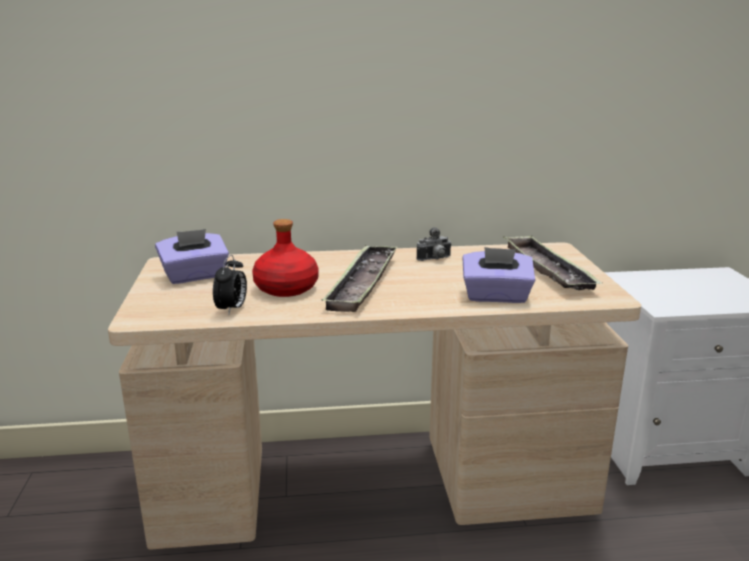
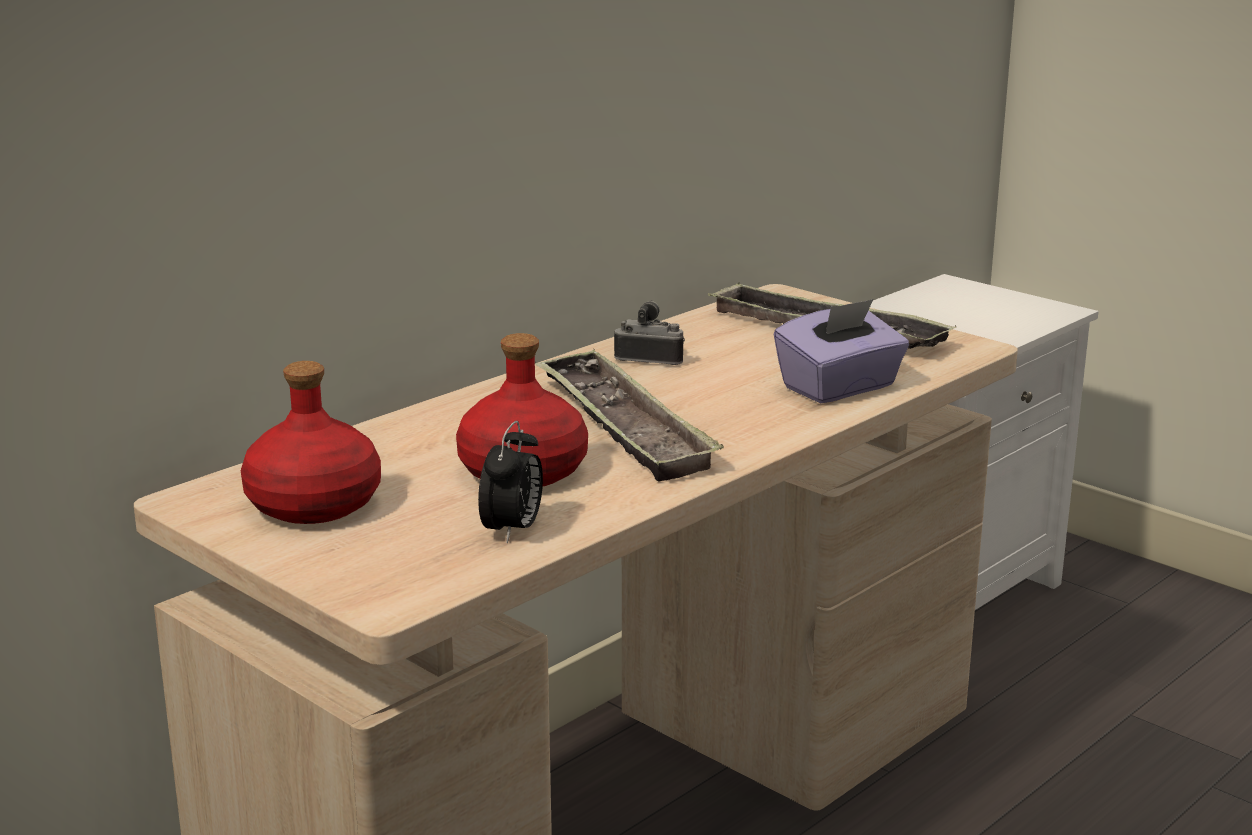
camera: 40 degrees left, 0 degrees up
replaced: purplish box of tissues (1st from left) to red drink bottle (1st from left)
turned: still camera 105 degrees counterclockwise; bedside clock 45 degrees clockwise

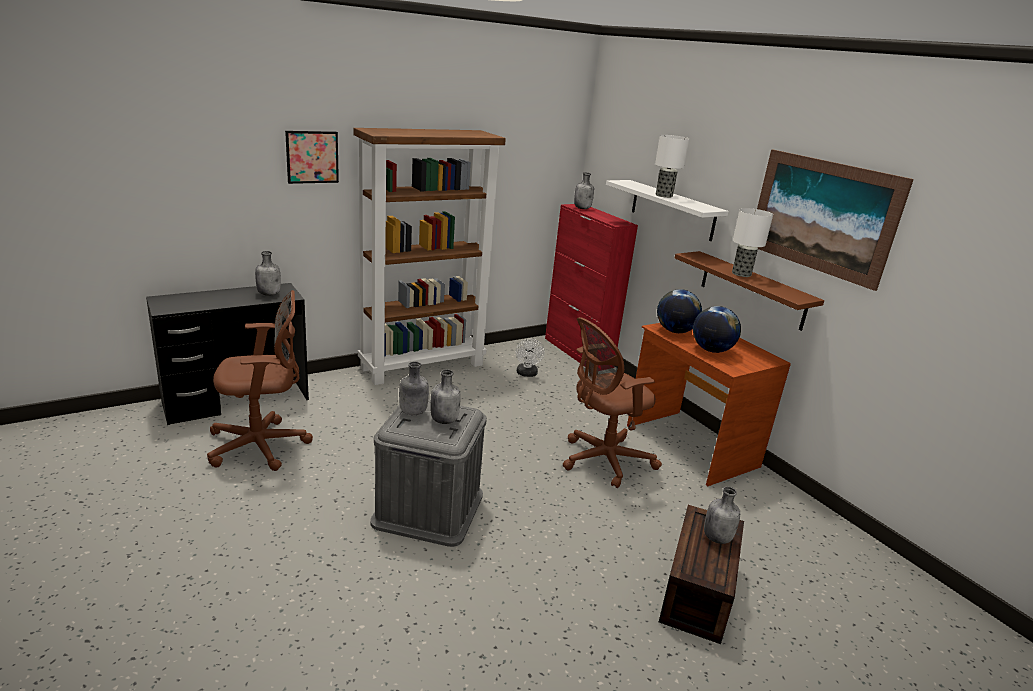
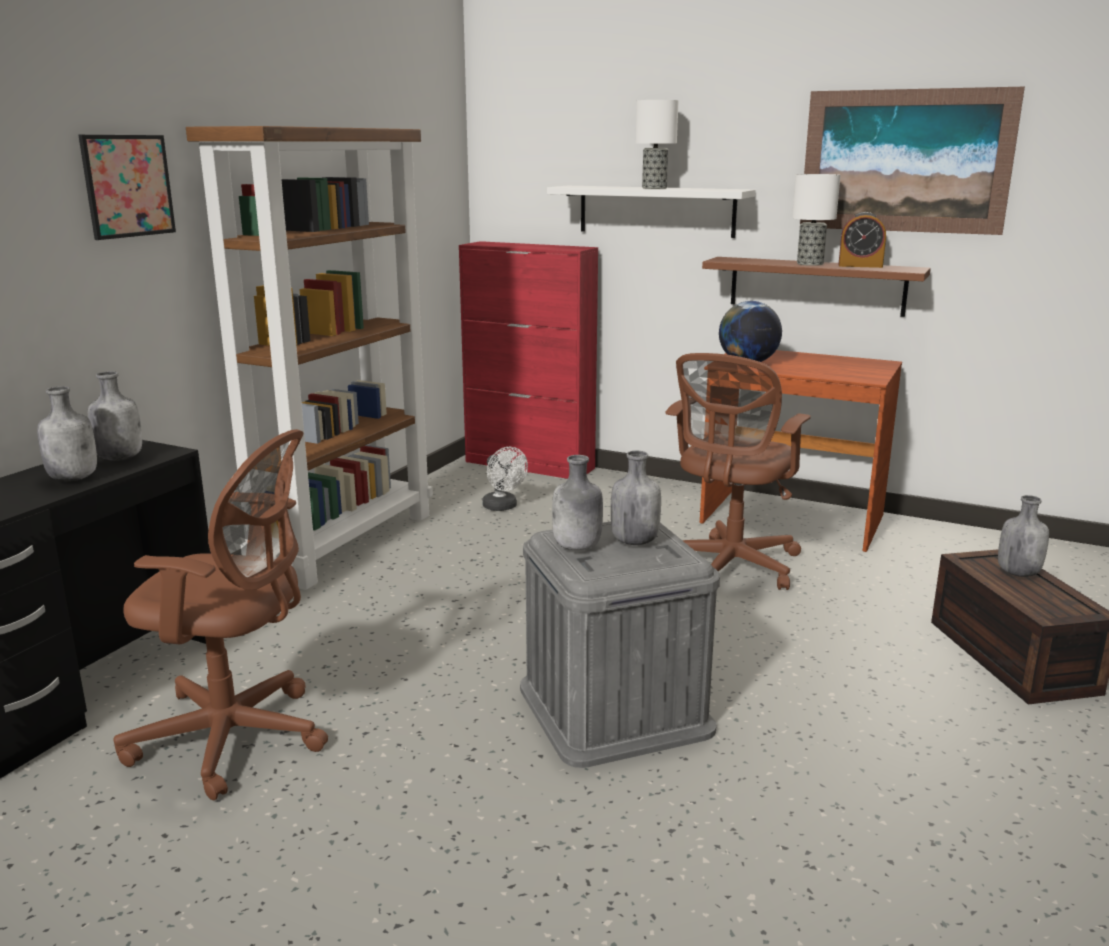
camera: 30 degrees left, 5 degrees down
removed: world globe (2nd from left)
added: bedside clock
moved: grey drink bottle (4th from left in the first image) to grey drink bottle (1st from left)
turned: brown computer chair (1st from left) 60 degrees clockwise

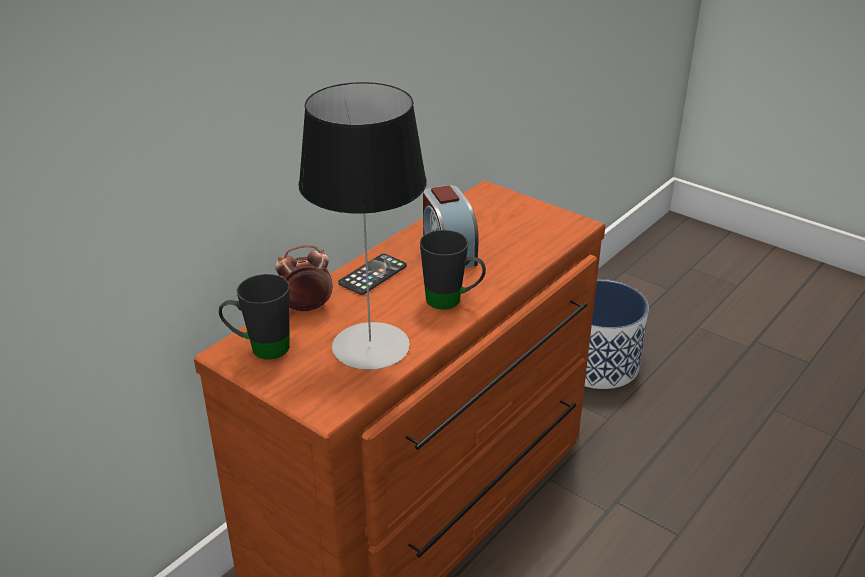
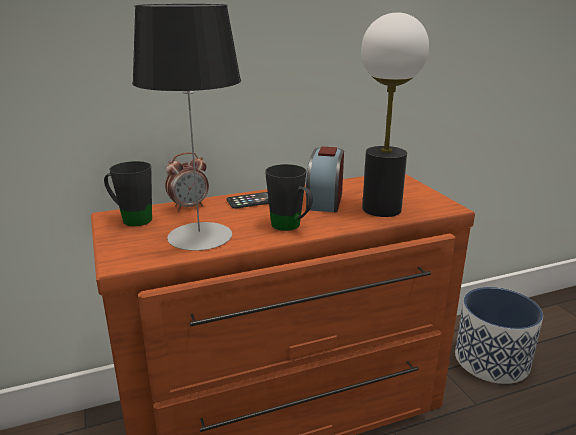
camera: 30 degrees right, 10 degrees down
added: table lamp (2nd from left)
turned: bedside clock (1st from left) 135 degrees clockwise

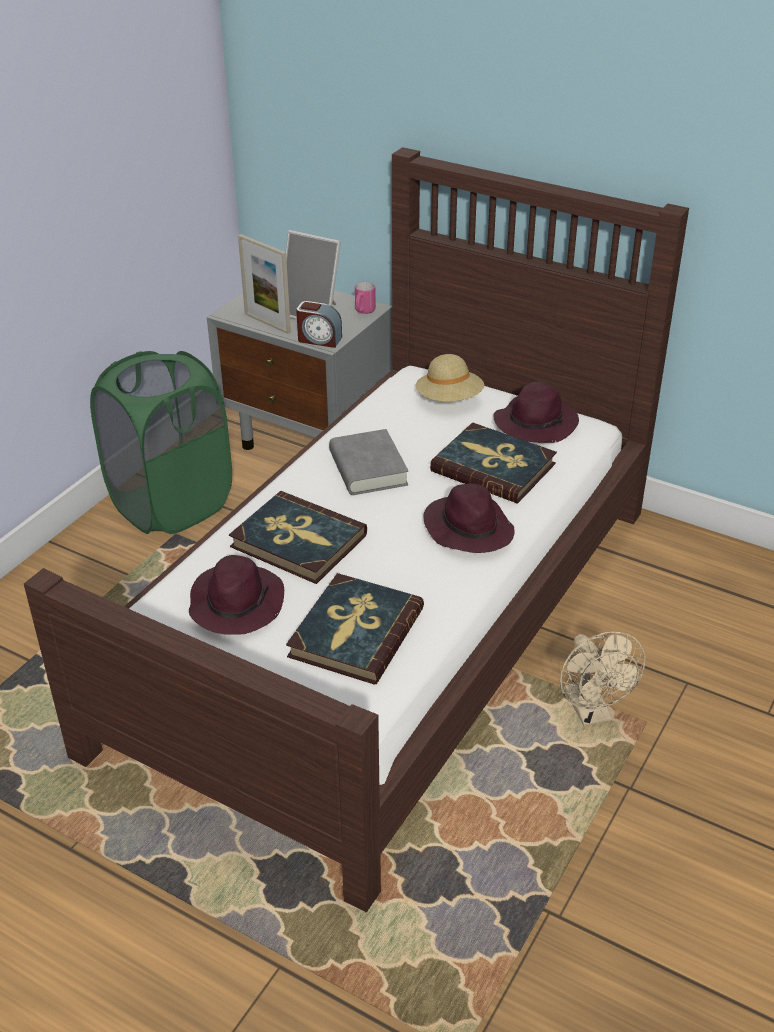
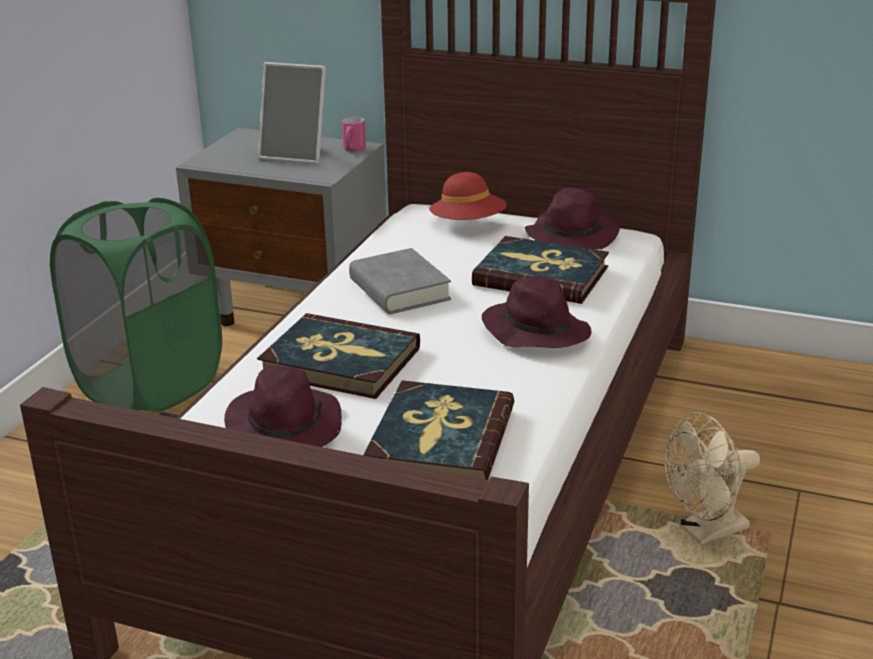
camera: 10 degrees left, 10 degrees down
removed: standing frame (1st from left); bedside clock
recoloured: beige wearable hat to red wearable hat
turned: beige cooling fan 90 degrees clockwise

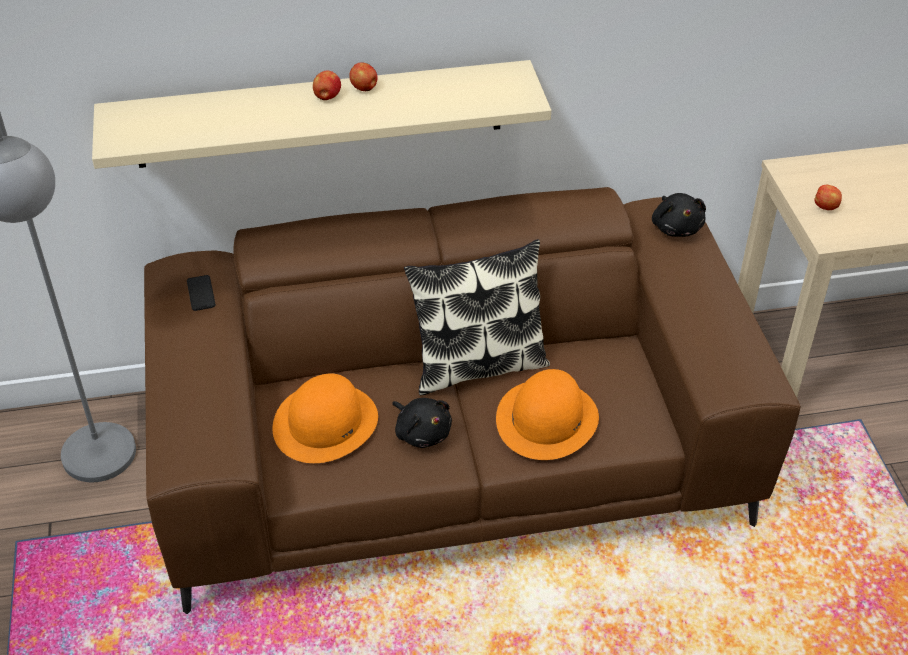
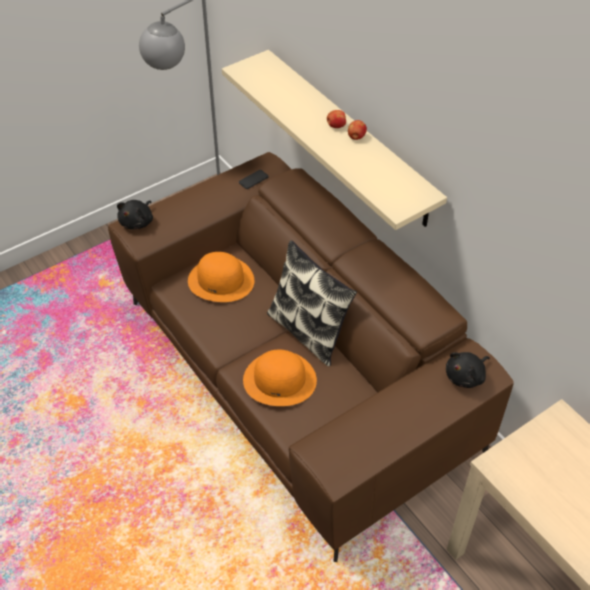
camera: 65 degrees right, 5 degrees up
removed: apple (3rd from left)
moved: black-coloured soft toy (1st from left)

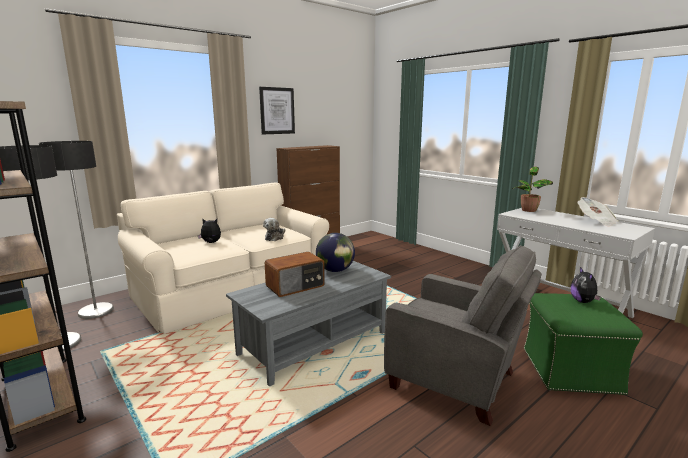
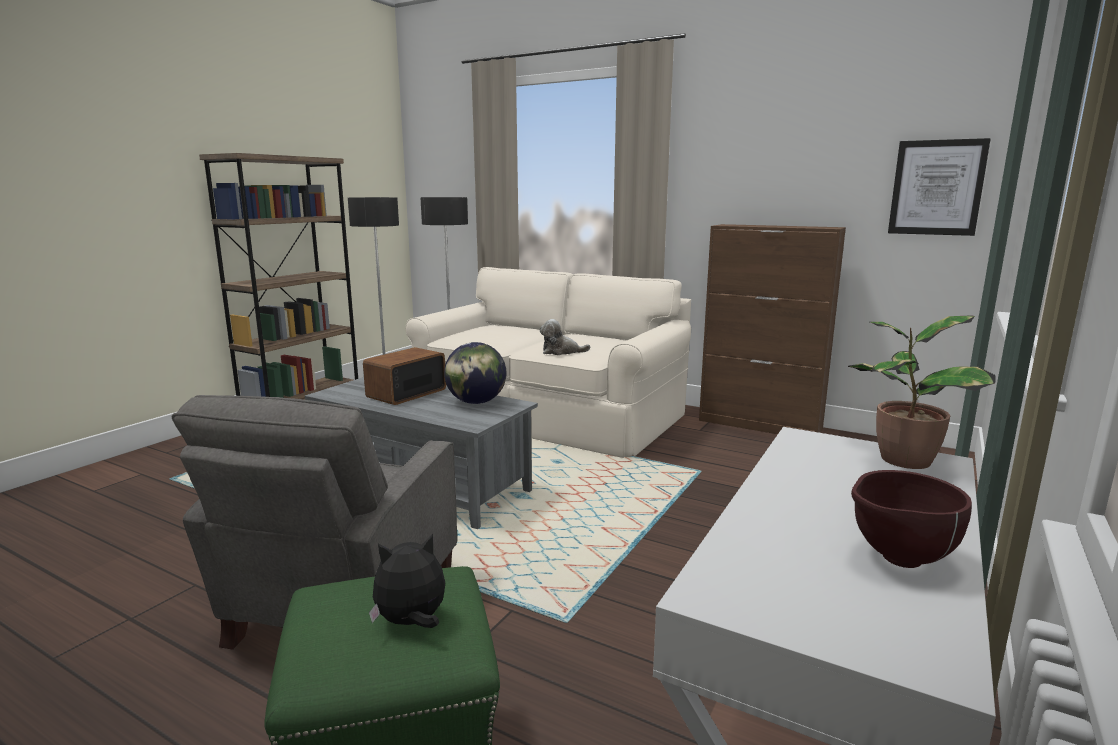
camera: 70 degrees right, 0 degrees up
removed: soft toy (1st from left)
moved: picture
replaced: printed paper to brown deep dish
turned: radio set 90 degrees clockwise

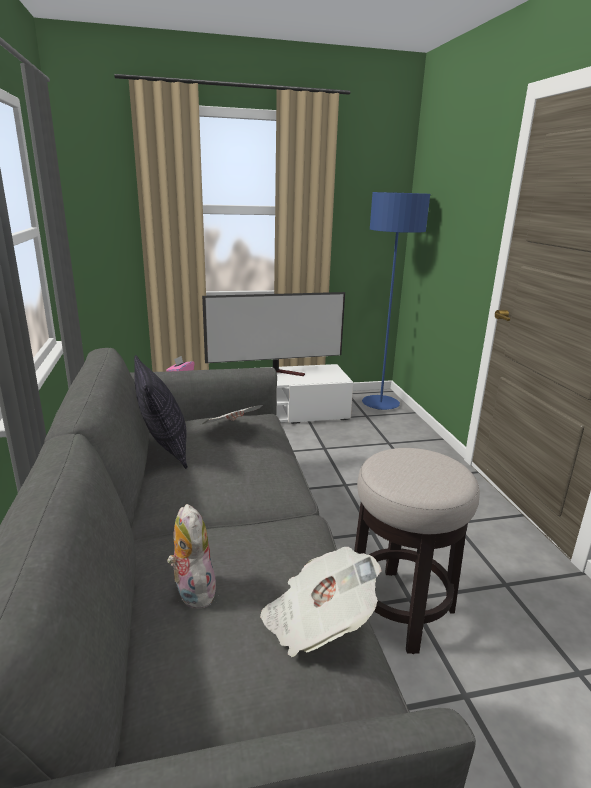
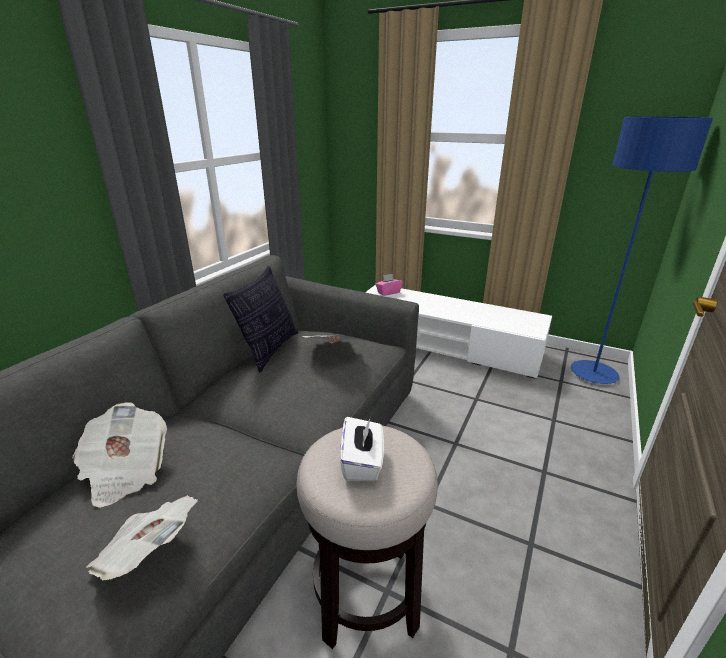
camera: 40 degrees right, 5 degrees up
removed: television
added: white box of tissues
replaced: soft toy to printed paper (1st from left)

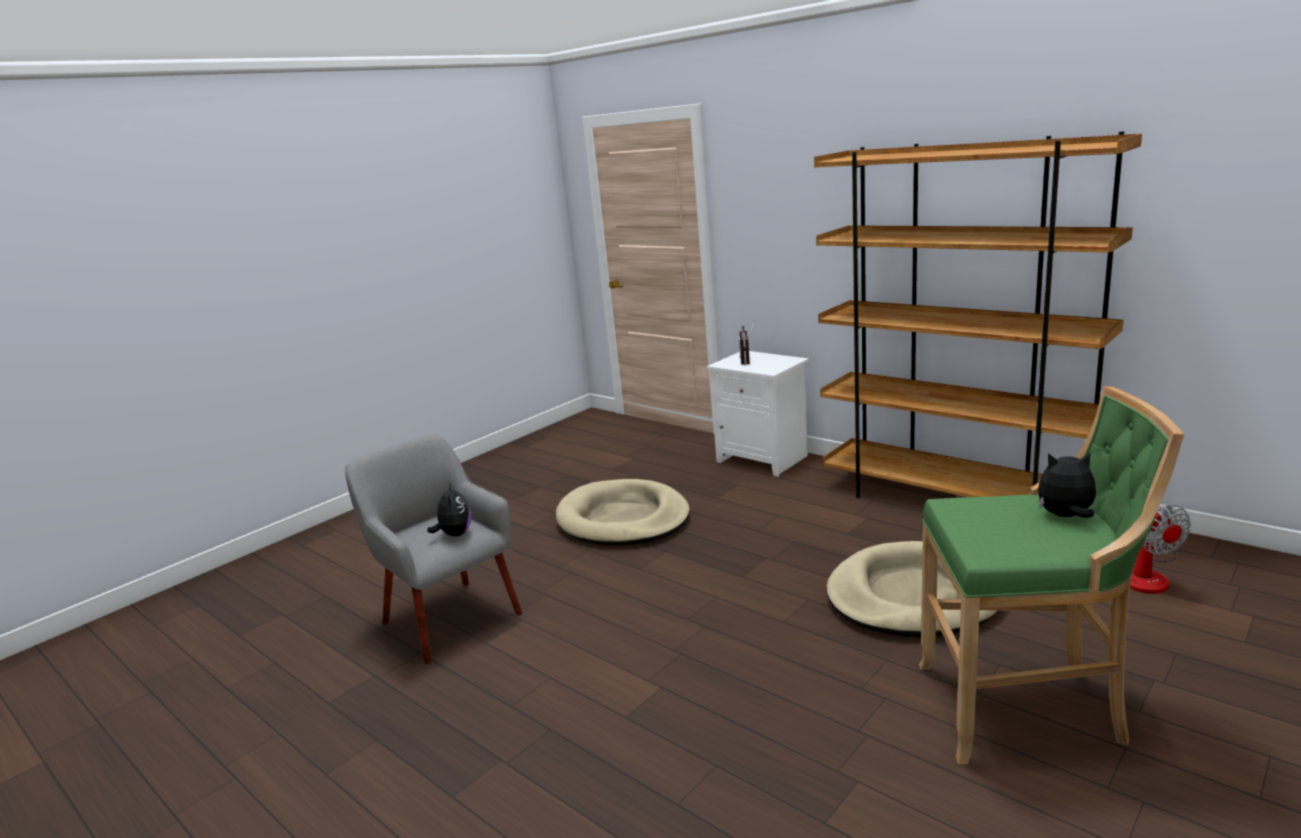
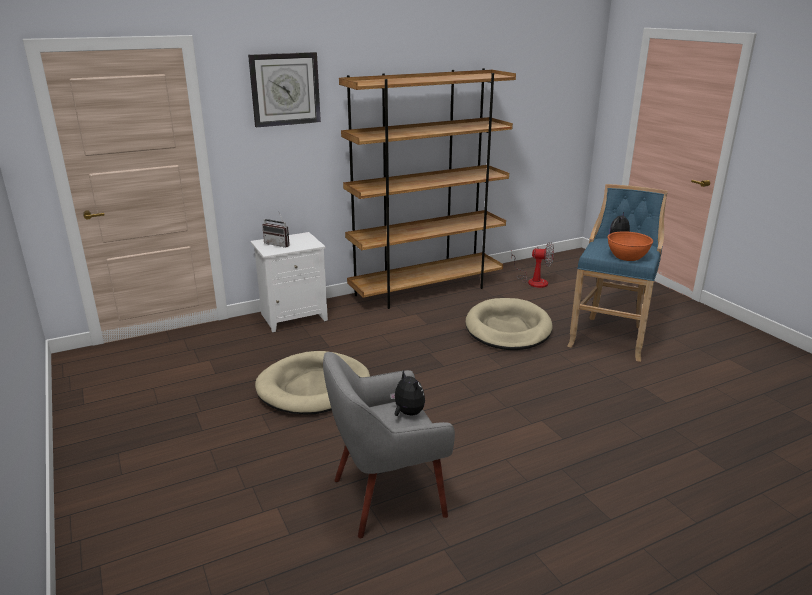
camera: 70 degrees left, 5 degrees up
added: hanging clock; orange-coloured deep dish
recoloured: greenish stool seat to blue stool seat
turned: soft toy (1st from left) 45 degrees clockwise

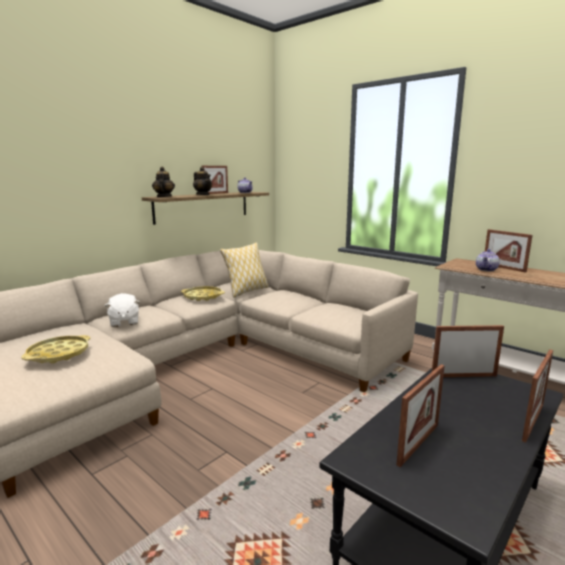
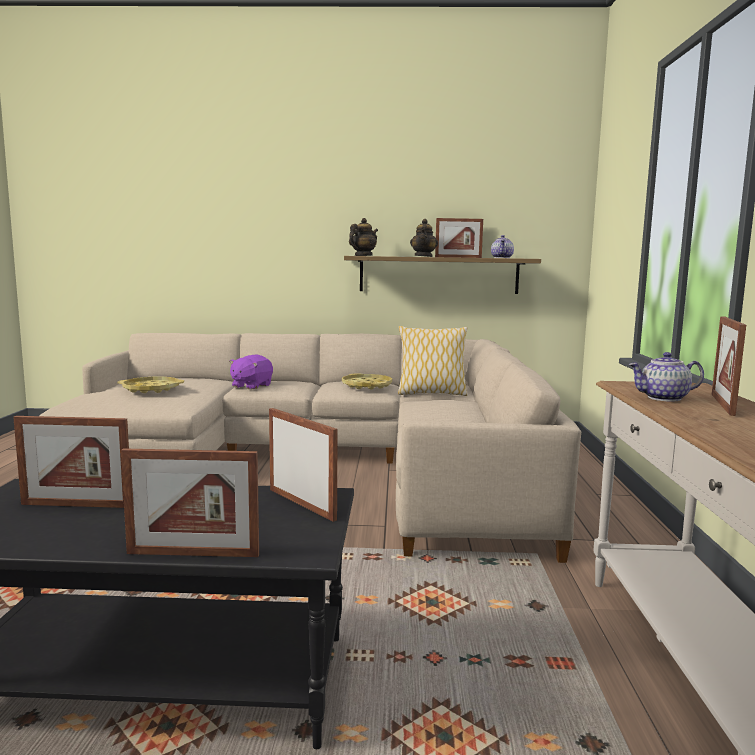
camera: 50 degrees right, 5 degrees down
recoloured: white soft toy to purplish soft toy

